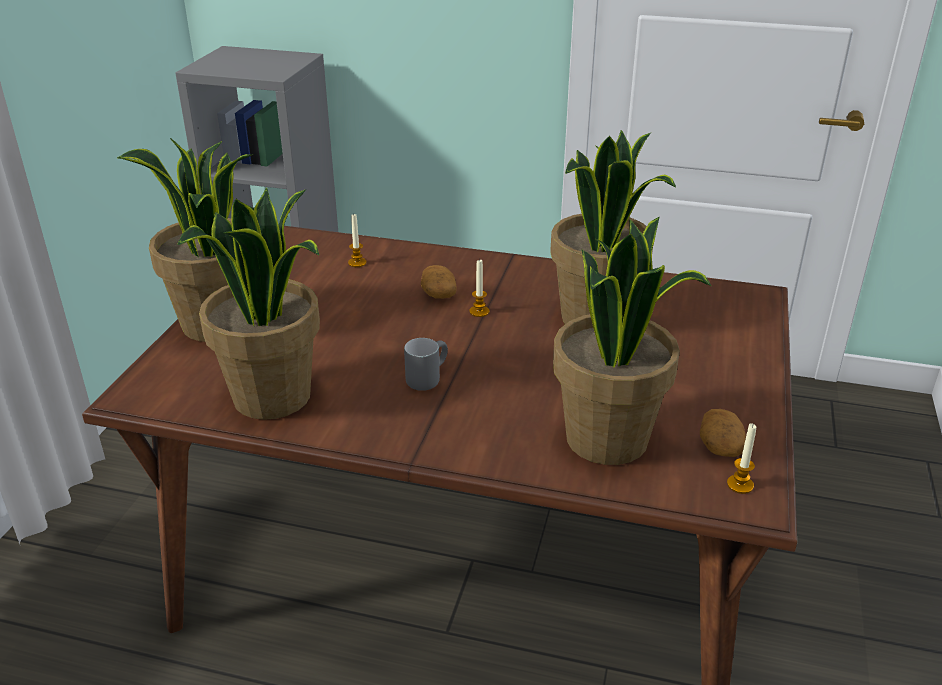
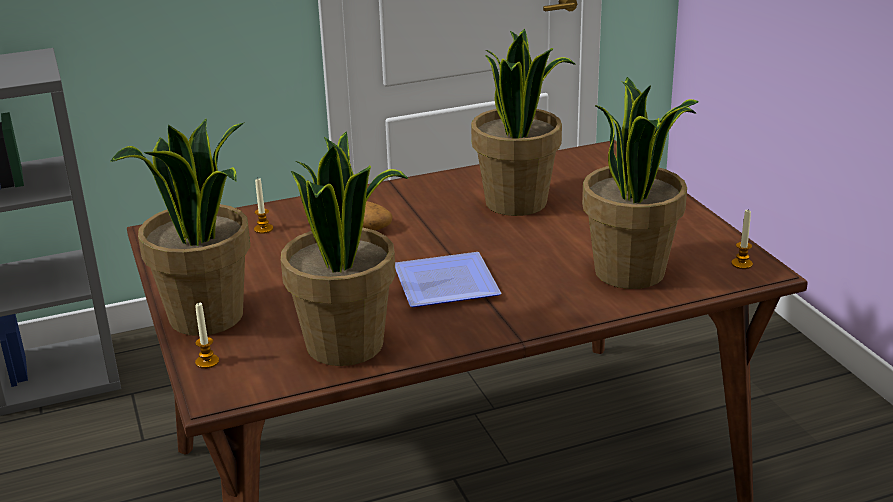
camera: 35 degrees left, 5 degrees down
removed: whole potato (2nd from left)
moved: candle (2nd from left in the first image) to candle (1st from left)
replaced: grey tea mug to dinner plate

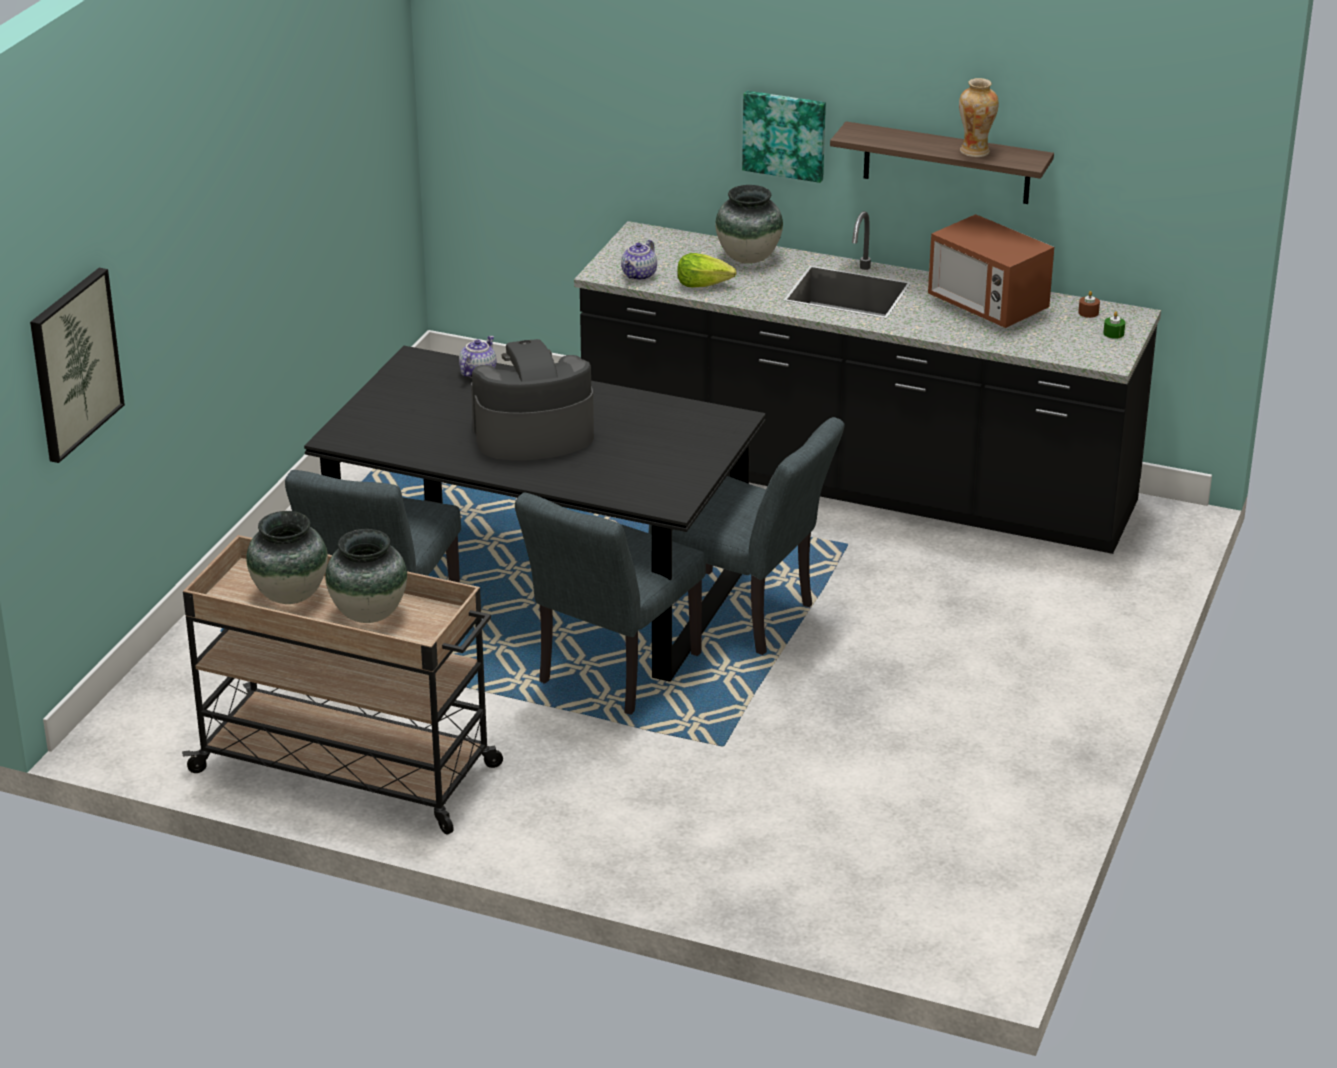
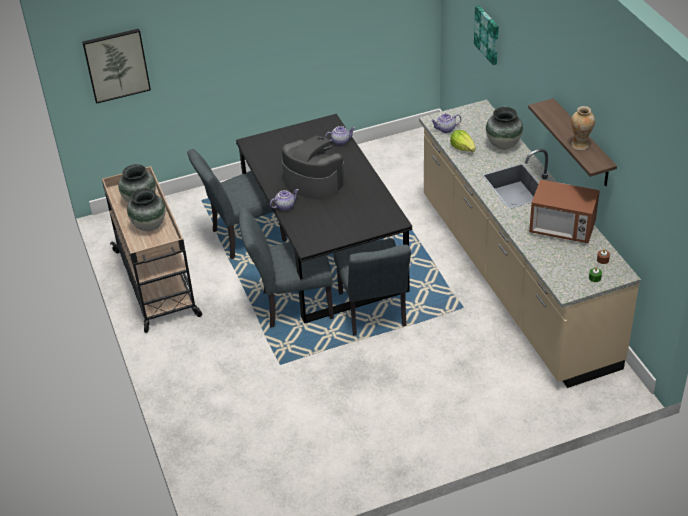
camera: 50 degrees right, 10 degrees up
added: pot for tea (1st from left)
moved: picture (2nd from left)
recoloured: black-coloured kitchen counter to beige kitchen counter
turned: kitchen microwave 75 degrees counterclockwise

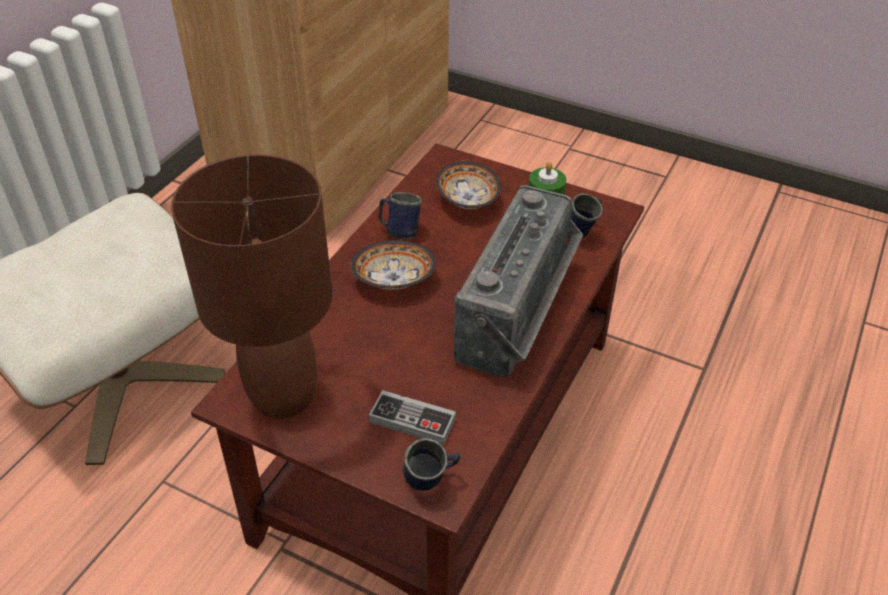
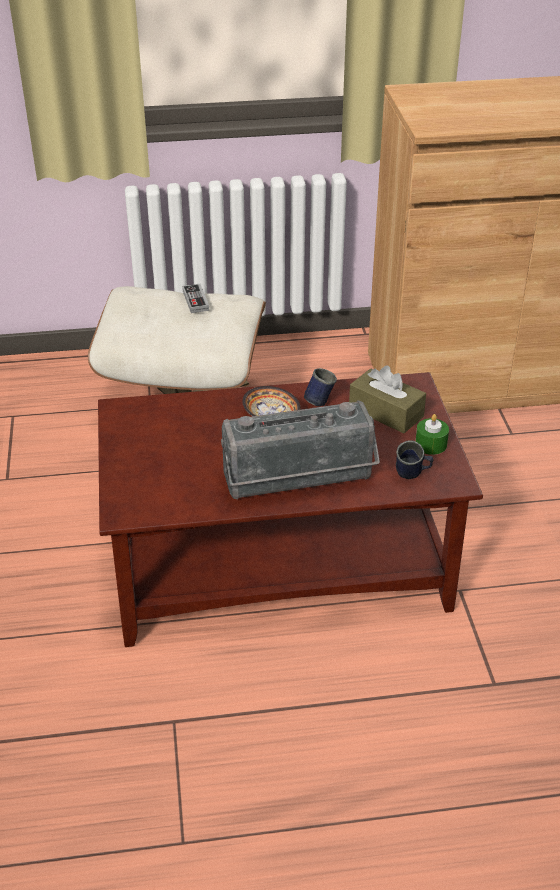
camera: 55 degrees right, 5 degrees down
removed: brown table lamp; blue tea mug (2nd from left)
moved: gamepad
replaced: deep dish (2nd from left) to brown box of tissues

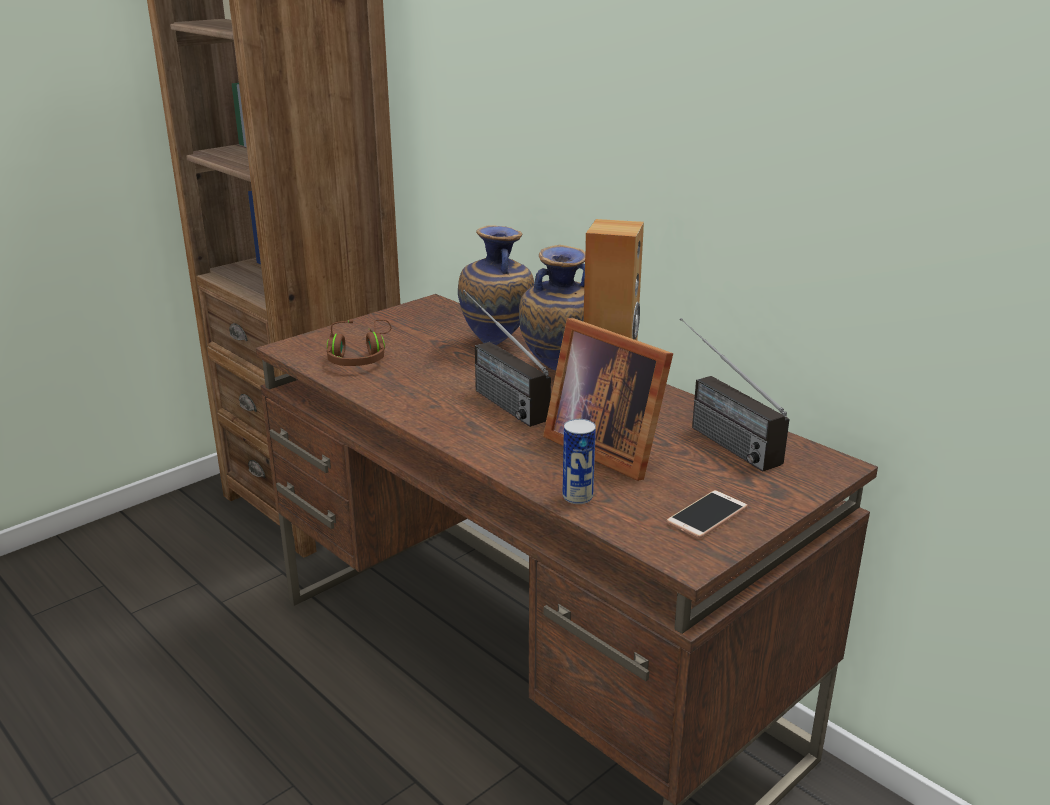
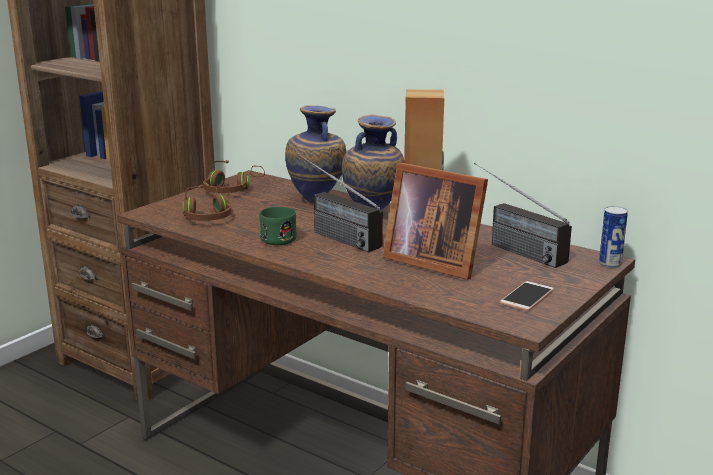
camera: 10 degrees left, 5 degrees down
added: brown headset (2nd from left); greenish tea mug
moved: can

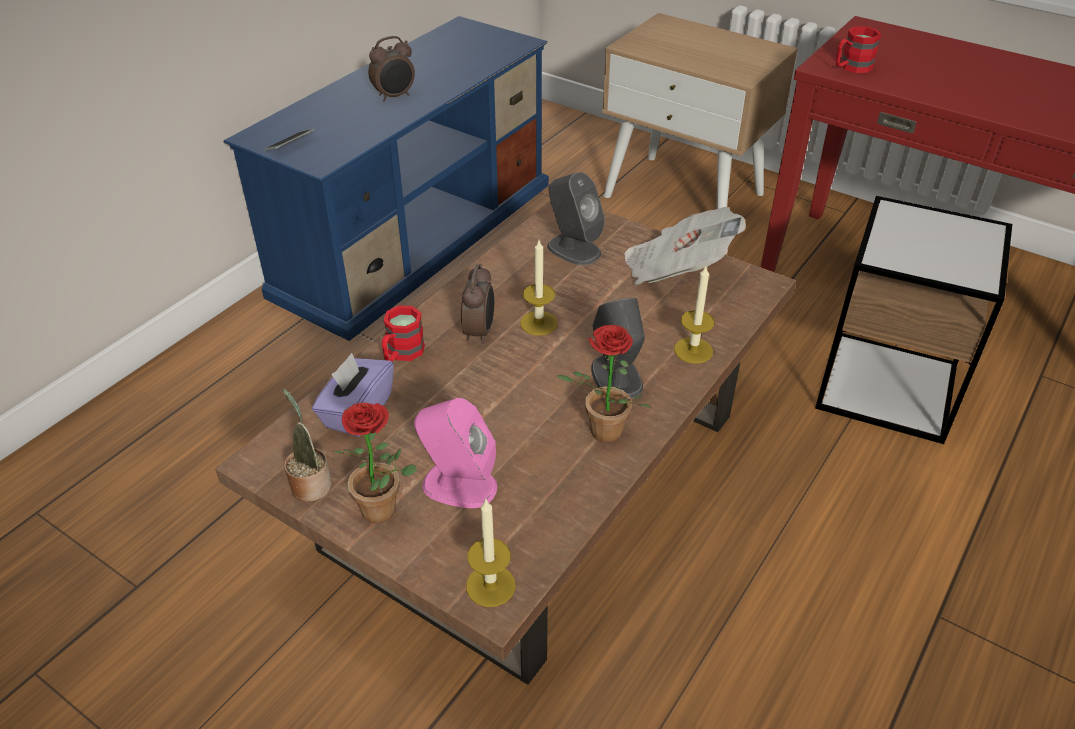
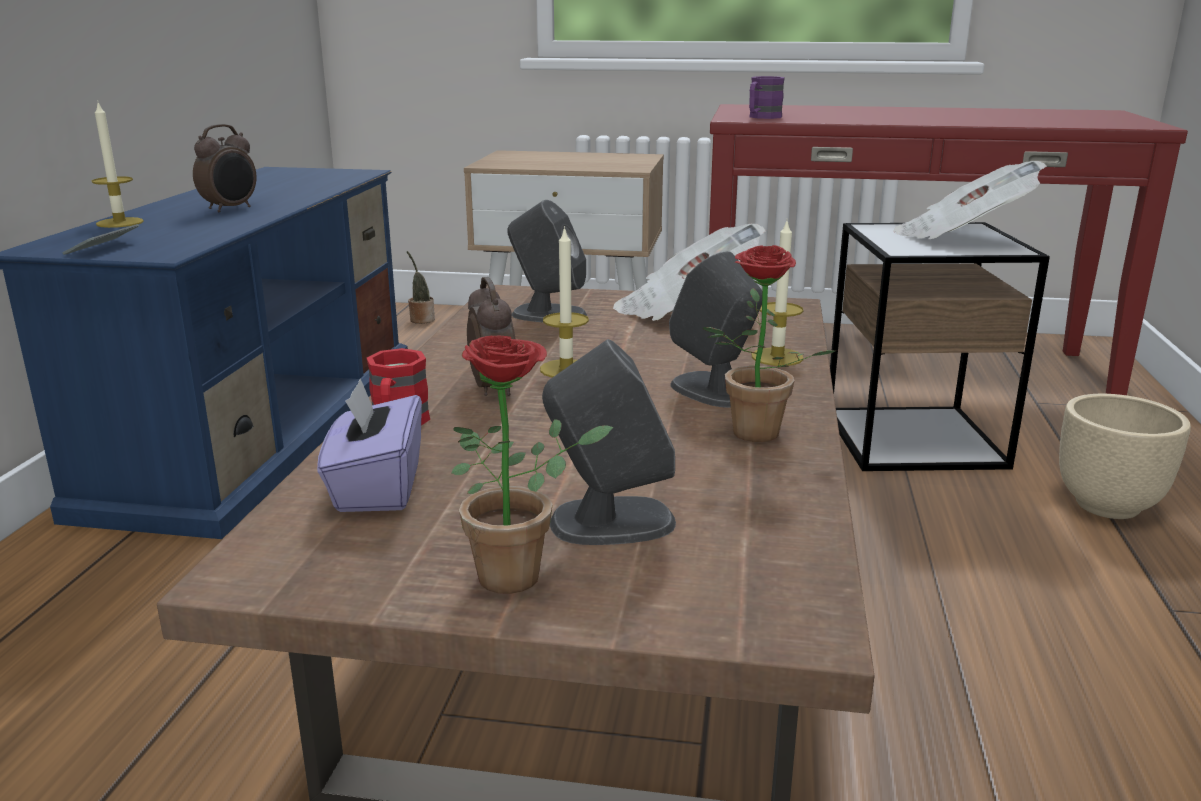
camera: 25 degrees left, 20 degrees down
added: printed paper (2nd from left); beige planter
moved: potted plant (1st from left); candle (1st from left)
recoloured: red tea mug (2nd from left) to purplish tea mug; pinkish speaker to grey speaker (2nd from left)

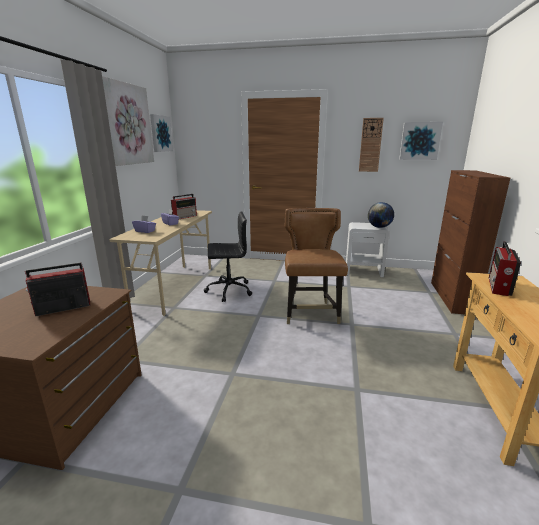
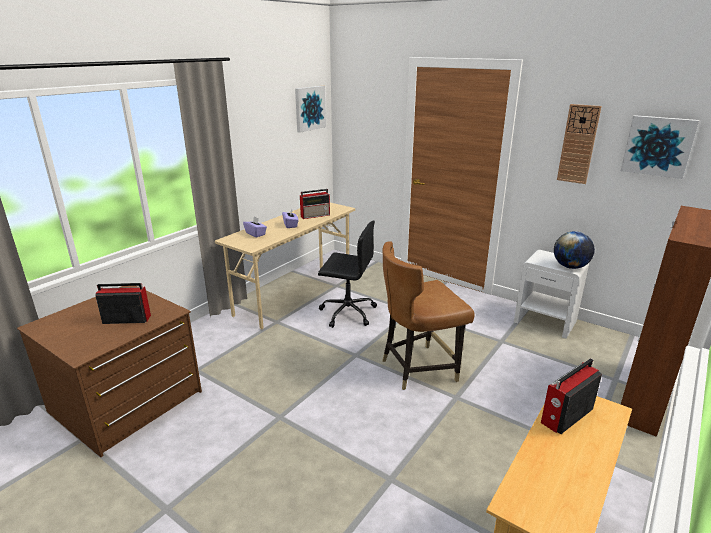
camera: 25 degrees right, 5 degrees up
removed: picture (1st from left)
turned: brown chair 135 degrees counterclockwise

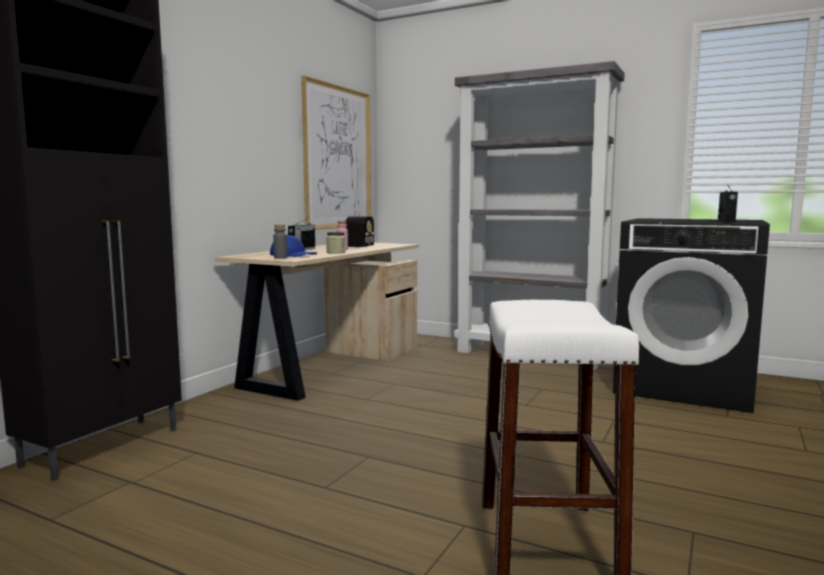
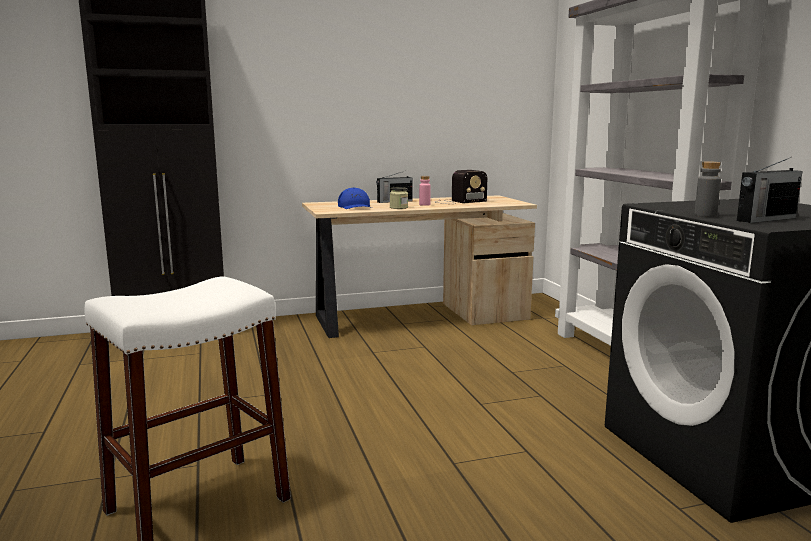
camera: 45 degrees right, 5 degrees up
removed: picture
moved: grey drink bottle

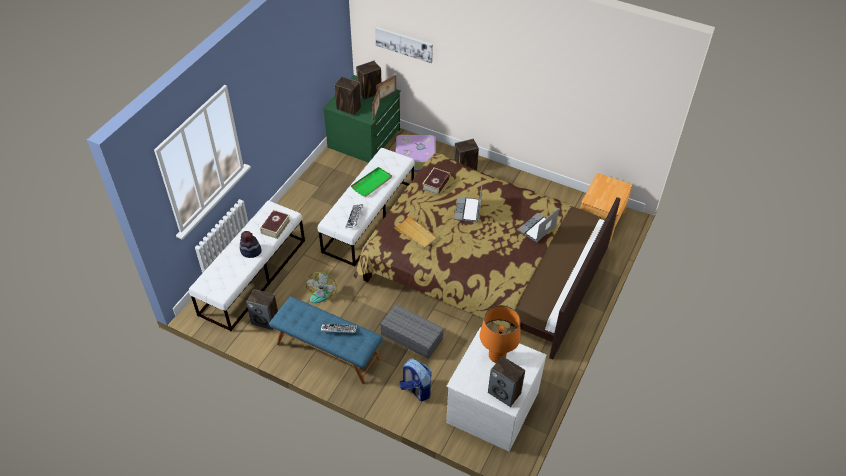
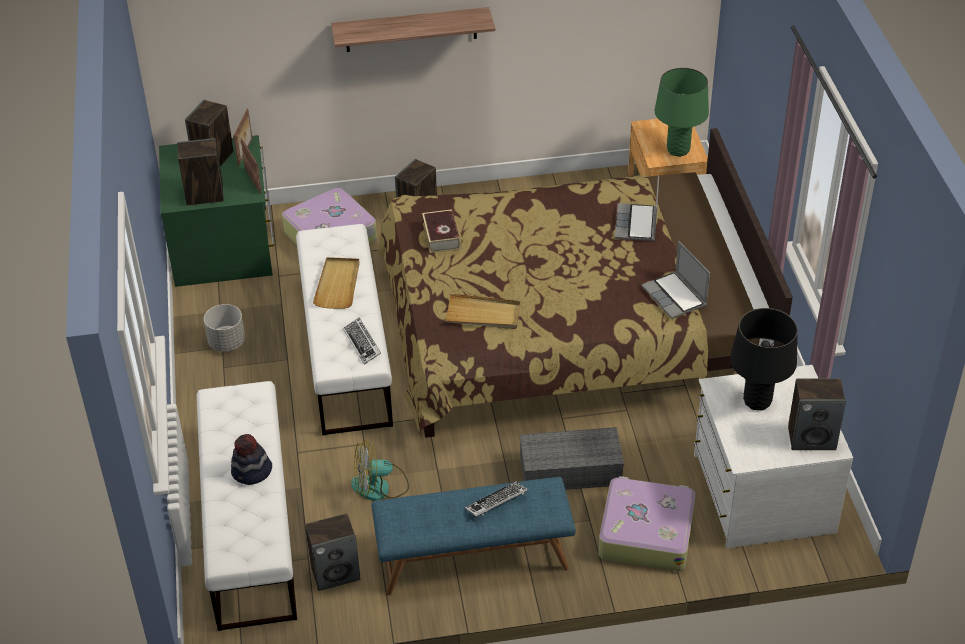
camera: 35 degrees left, 5 degrees down
removed: picture; bound book (1st from left)
added: shelf; greenish table lamp; grey planter
moved: laptop (1st from left in the first image) to laptop (2nd from left)
replaced: knapsack to travel case (2nd from left)
recoloured: greenish carrying tray to beige carrying tray (1st from left); orange-coloured table lamp to black-coloured table lamp
turned: cooling fan 105 degrees clockwise

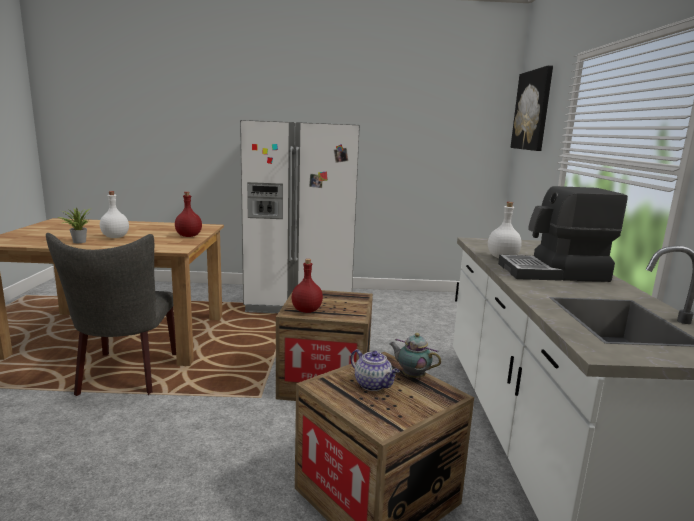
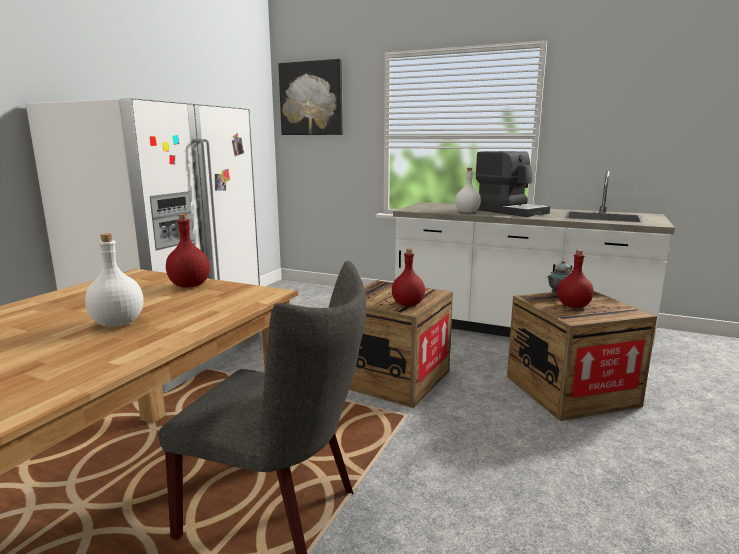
camera: 65 degrees left, 0 degrees up
removed: potted plant
replaced: pot for tea (1st from left) to red drink bottle (3rd from left)
turned: coffee maker 60 degrees counterclockwise

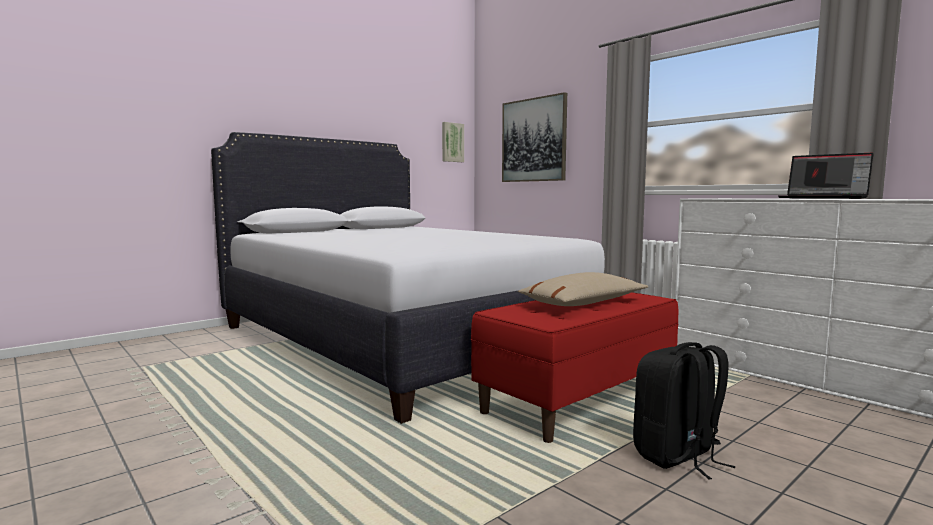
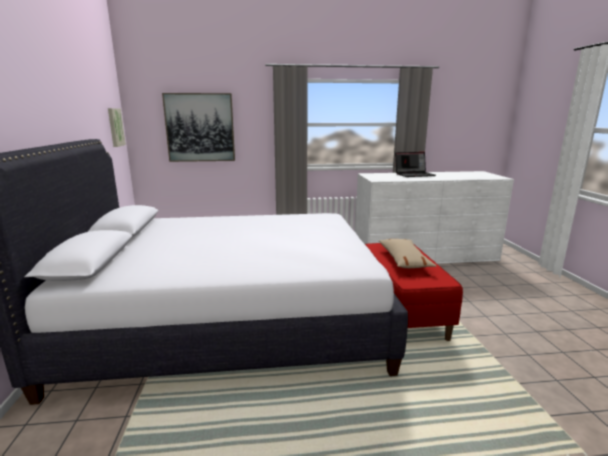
camera: 55 degrees left, 10 degrees up
removed: black-coloured knapsack

